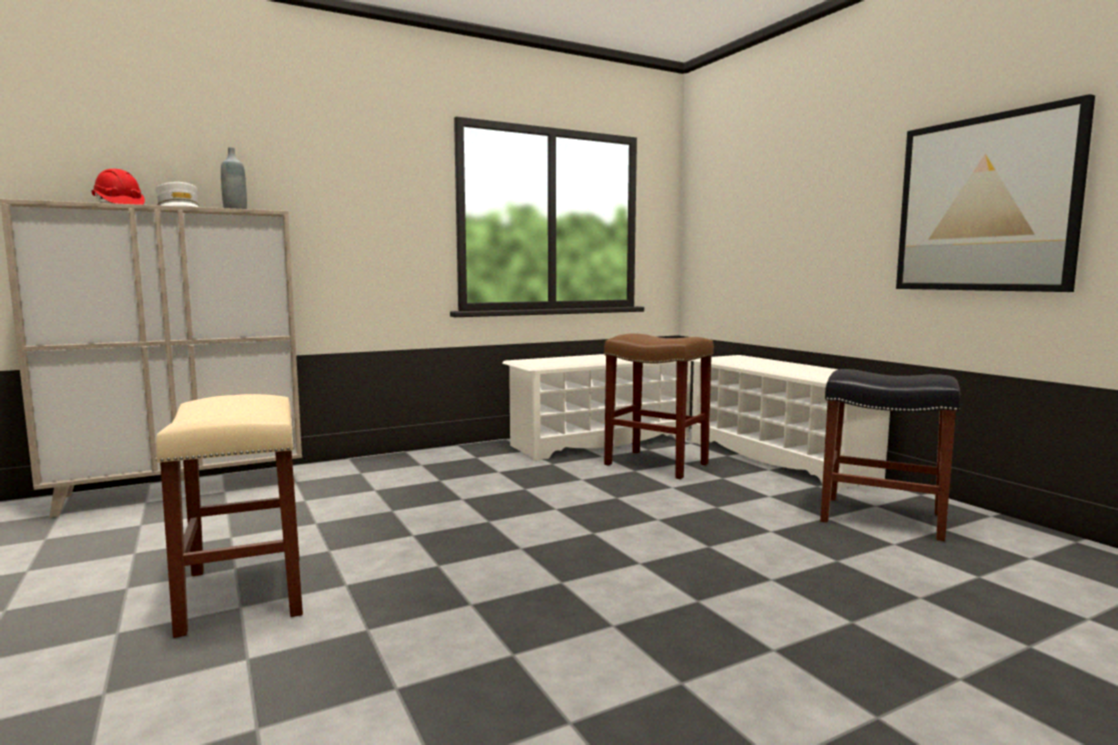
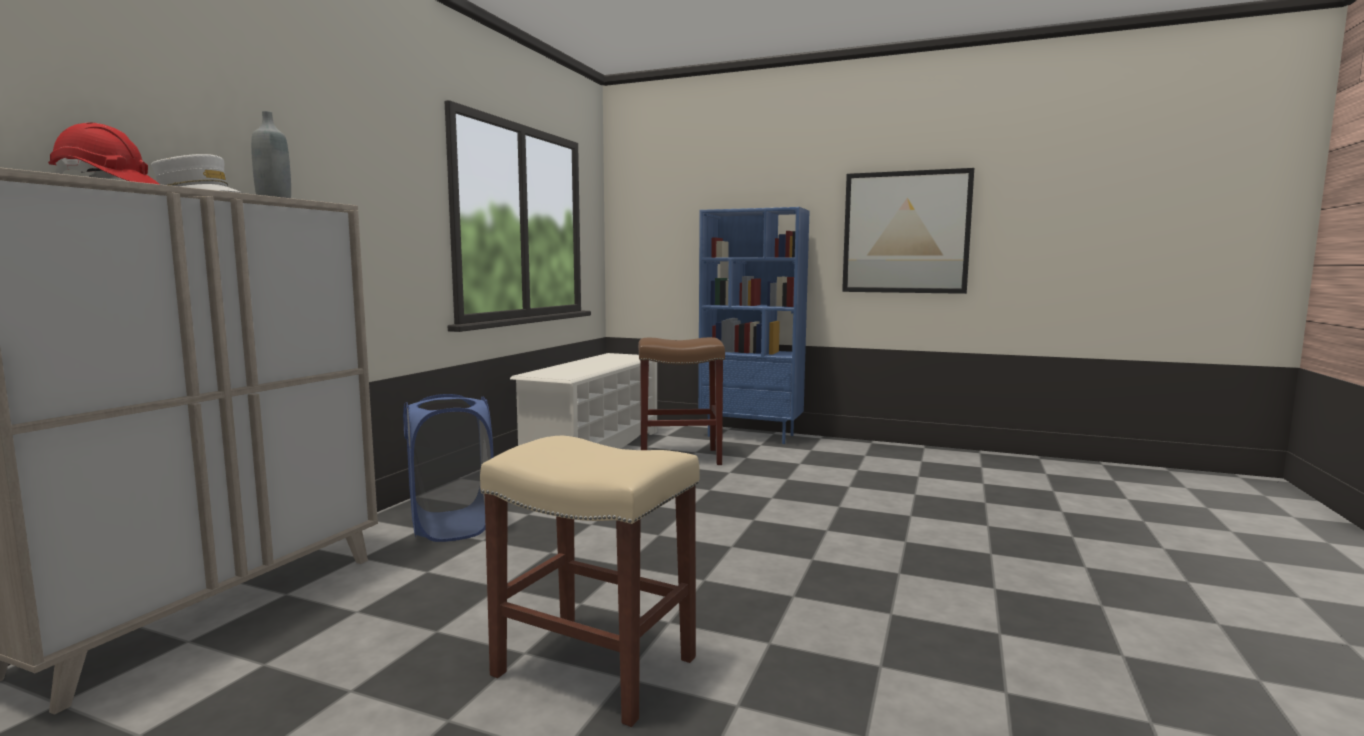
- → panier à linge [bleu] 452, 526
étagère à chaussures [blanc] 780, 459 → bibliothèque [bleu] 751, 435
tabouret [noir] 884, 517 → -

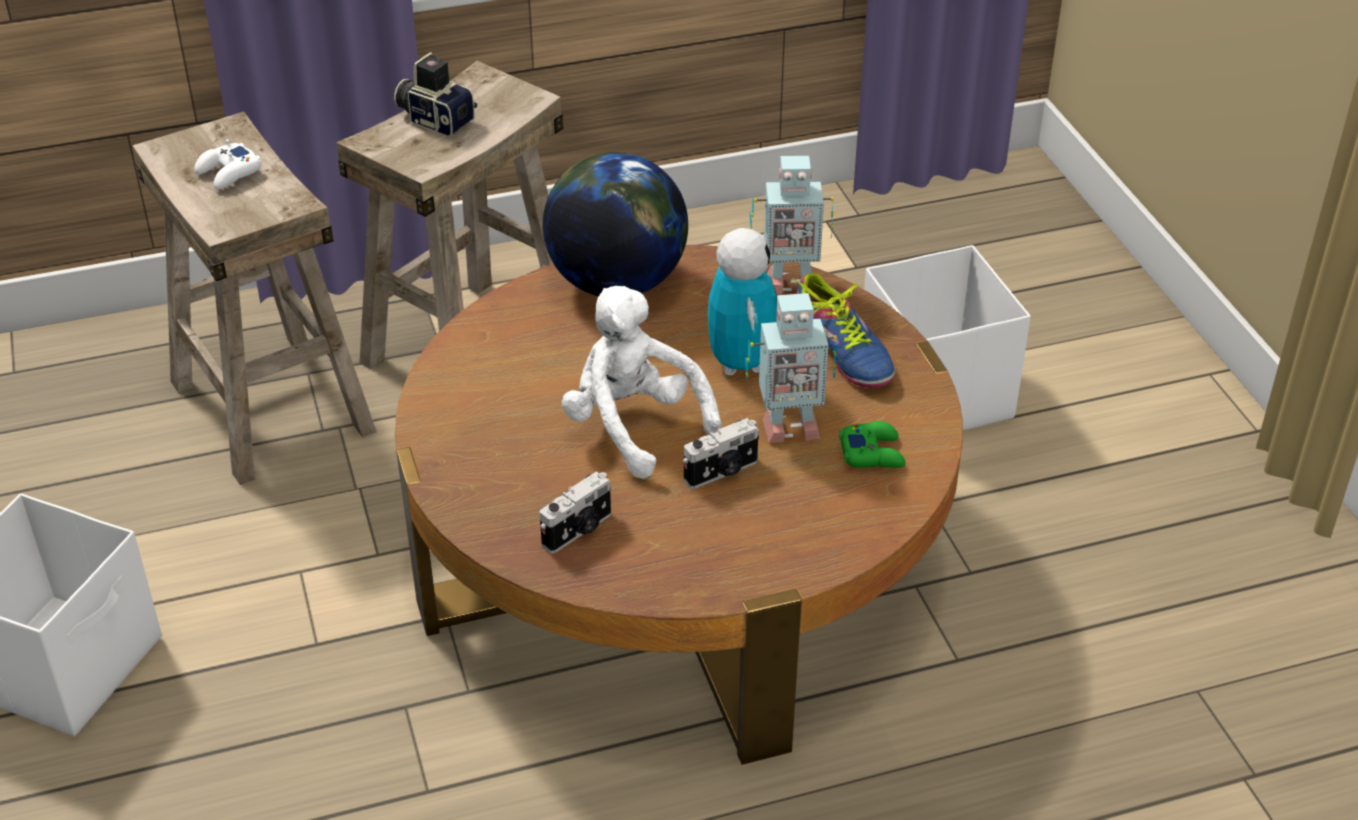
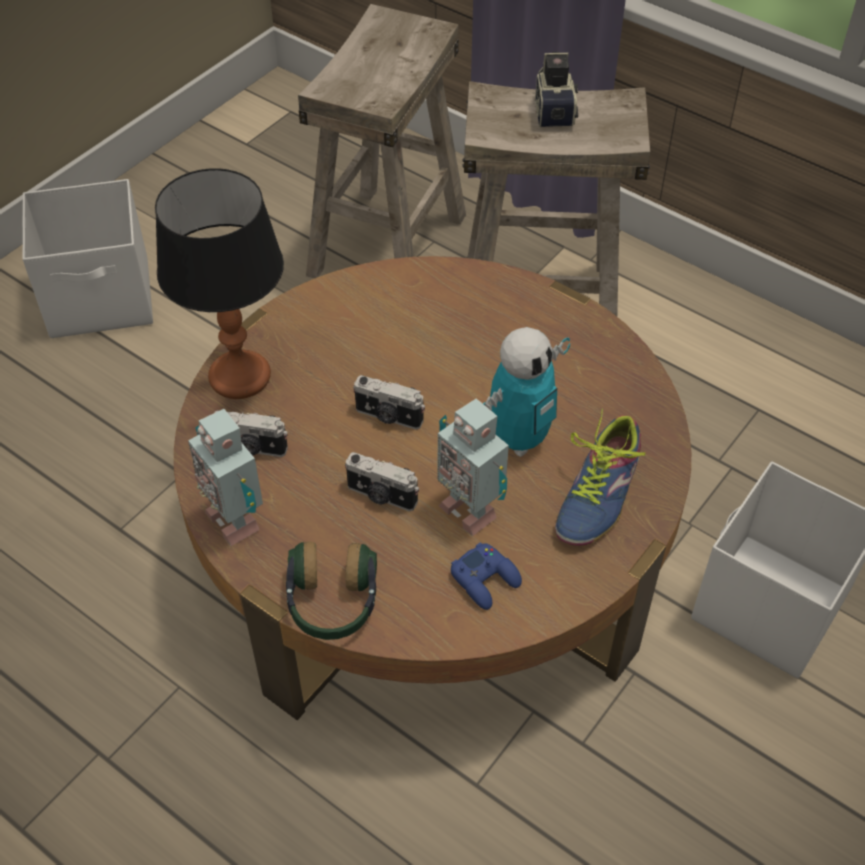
- → lampe de table 240, 377
robot jouet 788, 282 → robot jouet 235, 518, shifted
- → casque audio 332, 603
peluche [blanc] 634, 427 → appareil photo 388, 417
manette [vert] 872, 453 → manette [bleu] 485, 580
manette [blanc] 229, 173 → -
globe 616, 283 → -

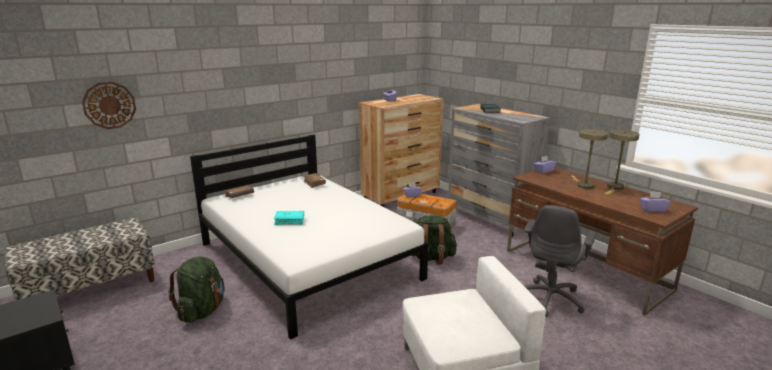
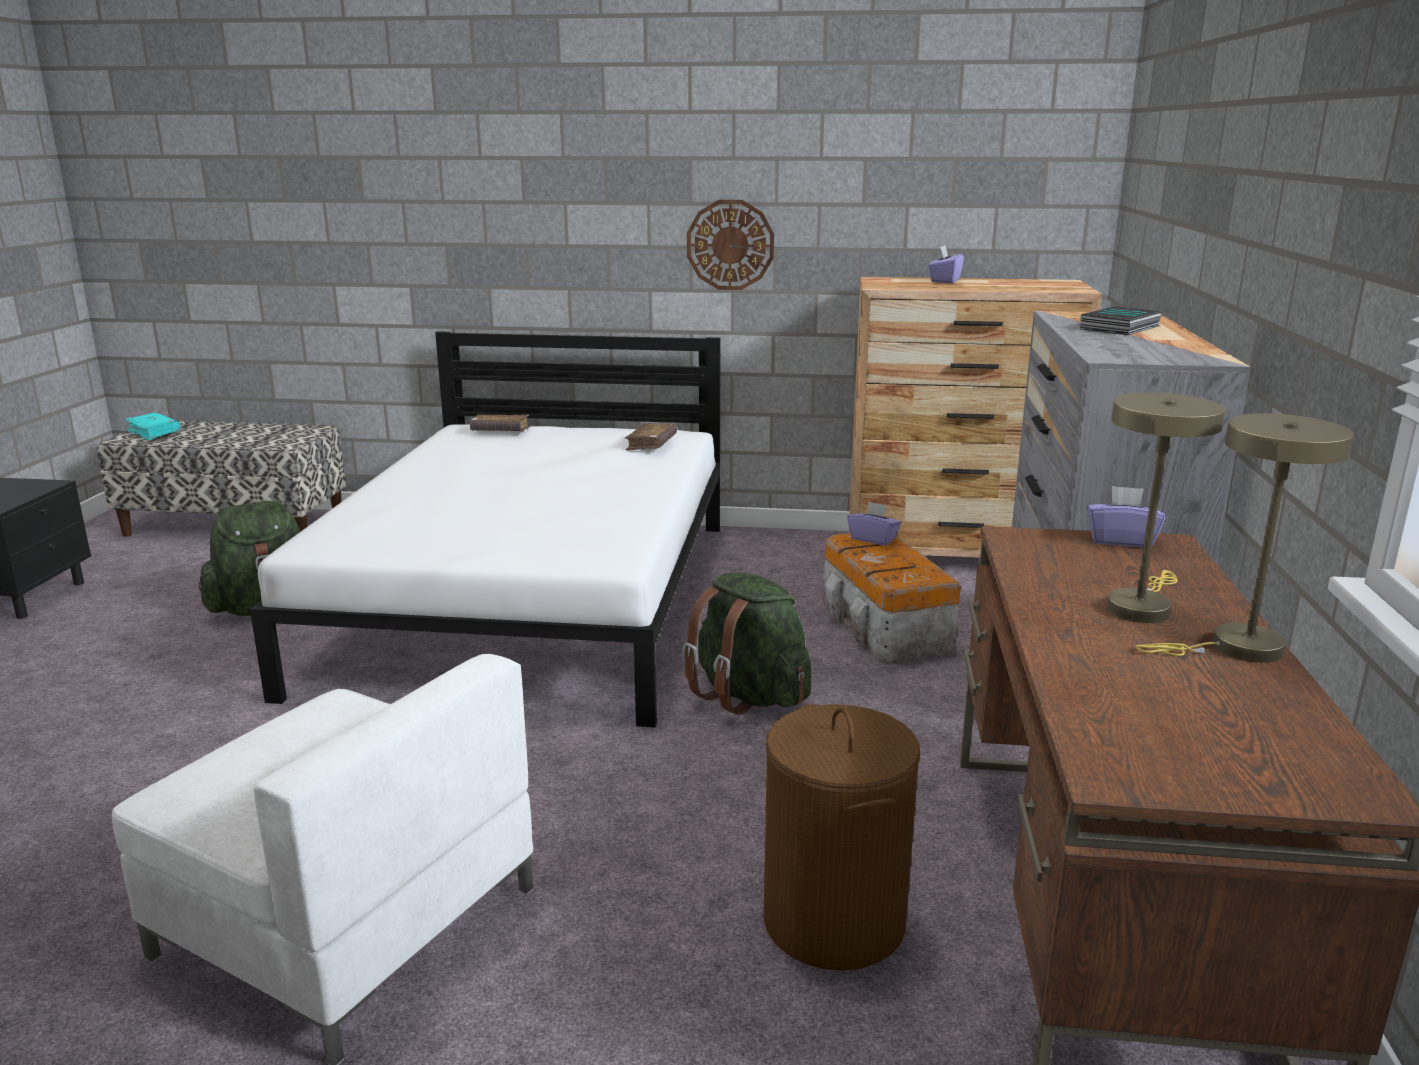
livre [turquoise] 289, 221 → livre [turquoise] 154, 433, shifted
horloge murale 109, 105 → horloge murale 730, 245, shifted
chaise de bureau [gris] 550, 299 → panier à linge [marron] 833, 921
boîte à mouchoirs [violet] 652, 210 → -

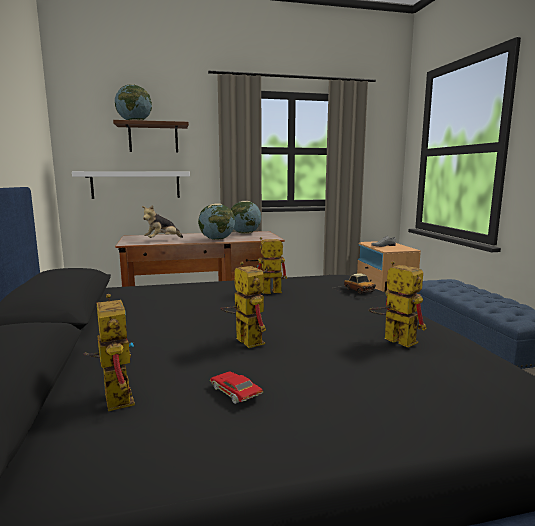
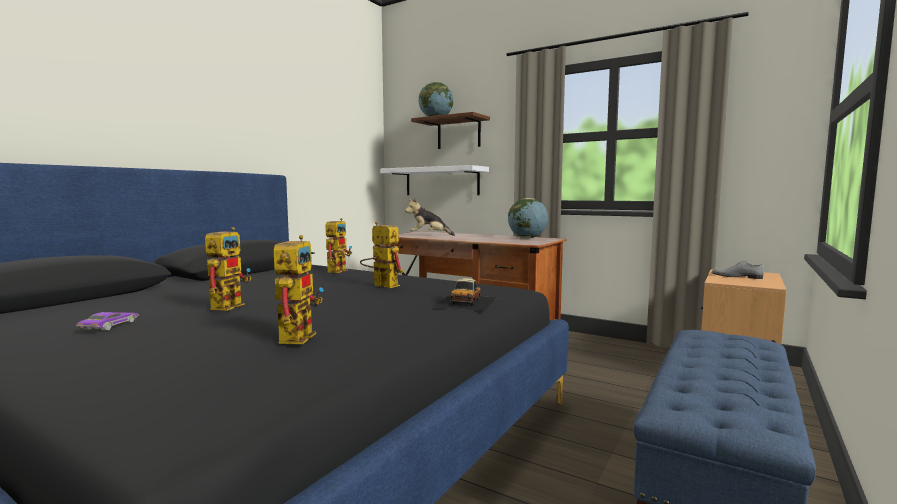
petite voiture [rouge] 235, 392 → petite voiture [violet] 109, 326
robot jouet 113, 396 → robot jouet 338, 270, shifted
globe 217, 239 → -

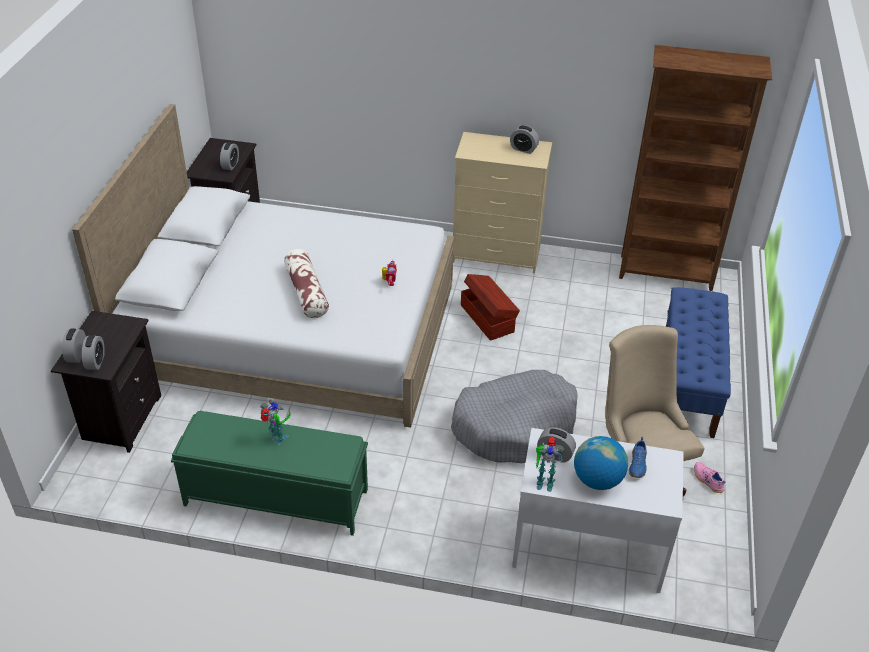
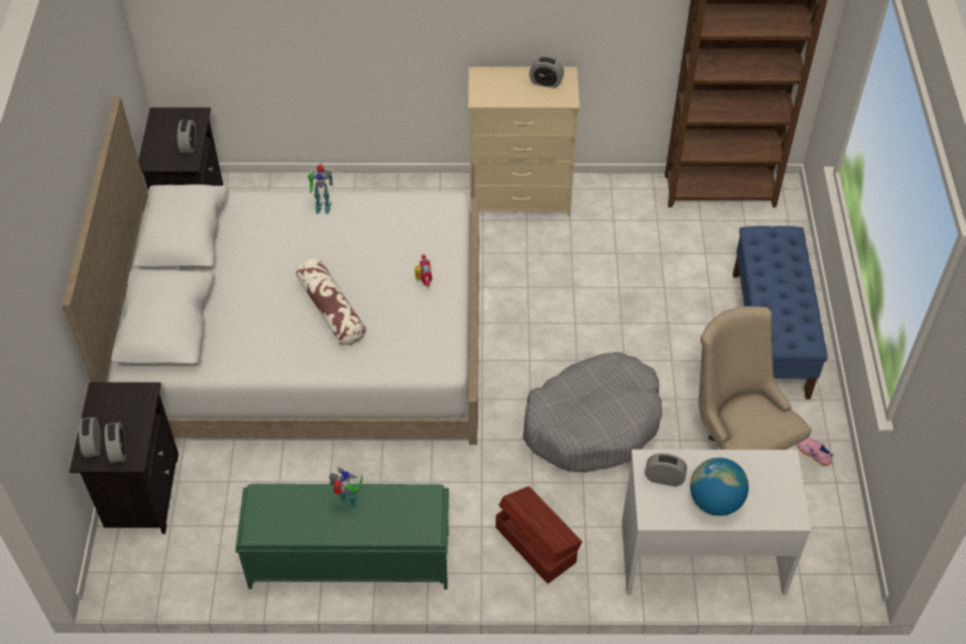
robot jouet 544, 481 → robot jouet 322, 206, shifted
boîte de rangement [marron] 487, 318 → boîte de rangement [marron] 536, 543, shifted
chaussure [bleu] 638, 465 → -

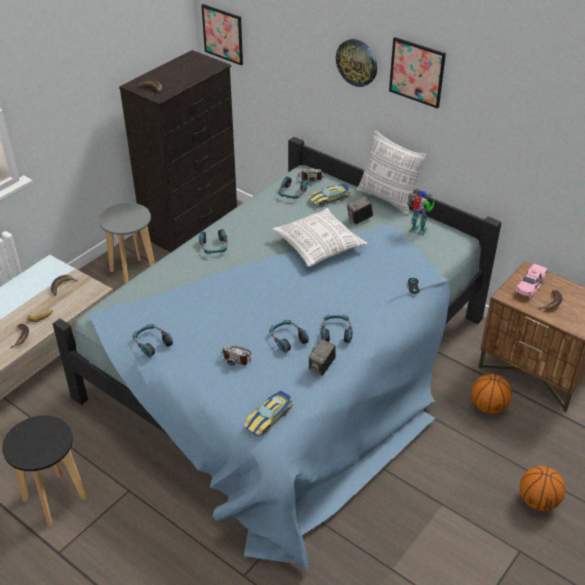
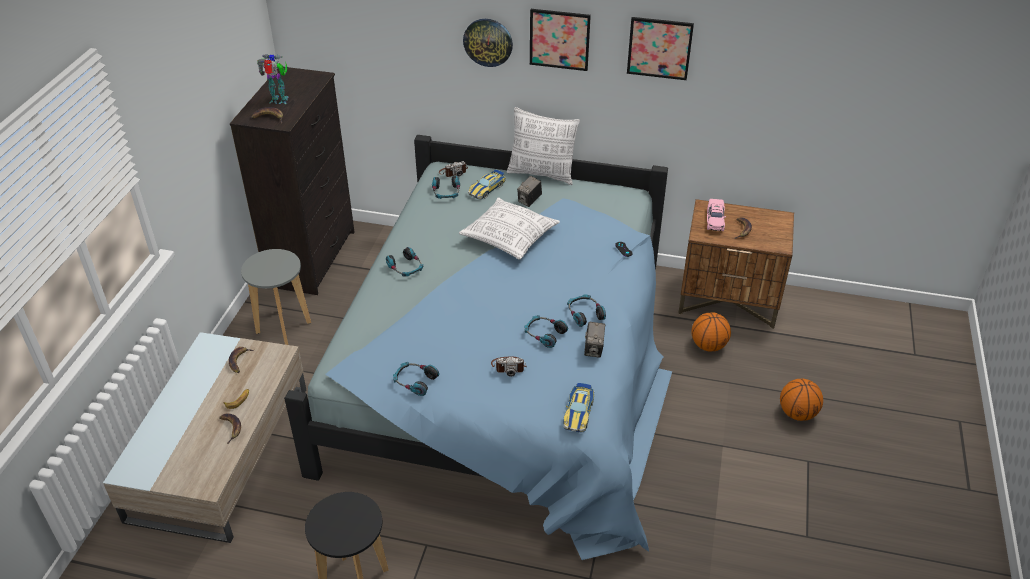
robot jouet 418, 231 → robot jouet 279, 101, shifted
tableau 223, 34 → tableau 659, 48, shifted

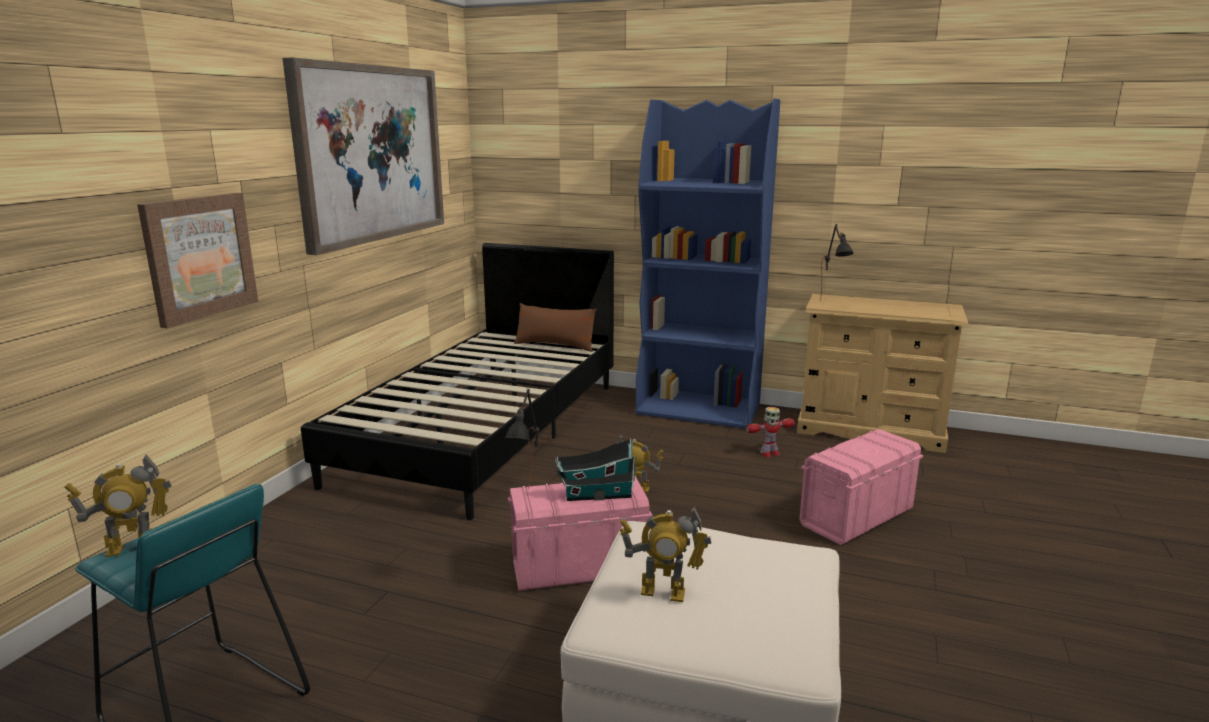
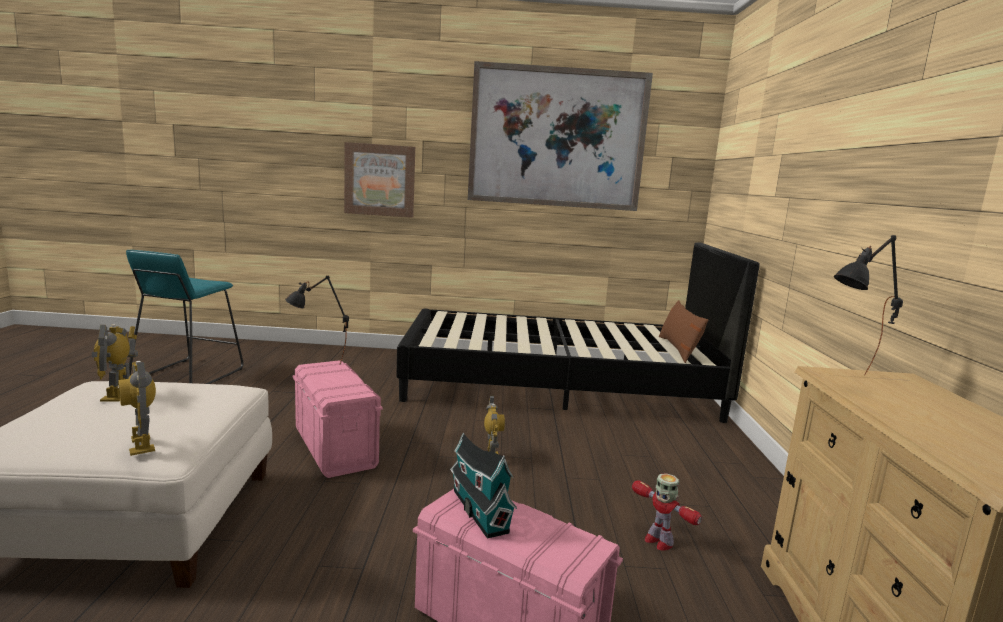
robot jouet 132, 549 → robot jouet 142, 444, shifted
maison miniature 595, 495 → maison miniature 478, 509, shifted
bibliothèque [bleu] 699, 409 → -

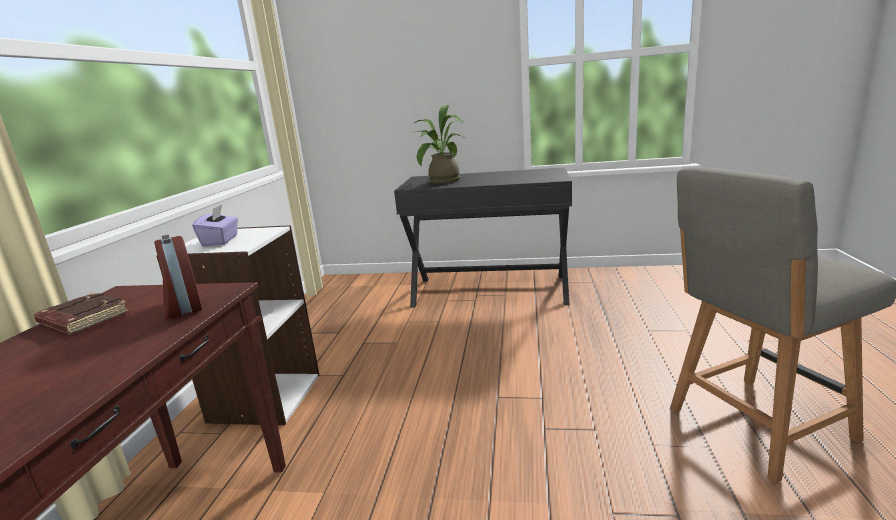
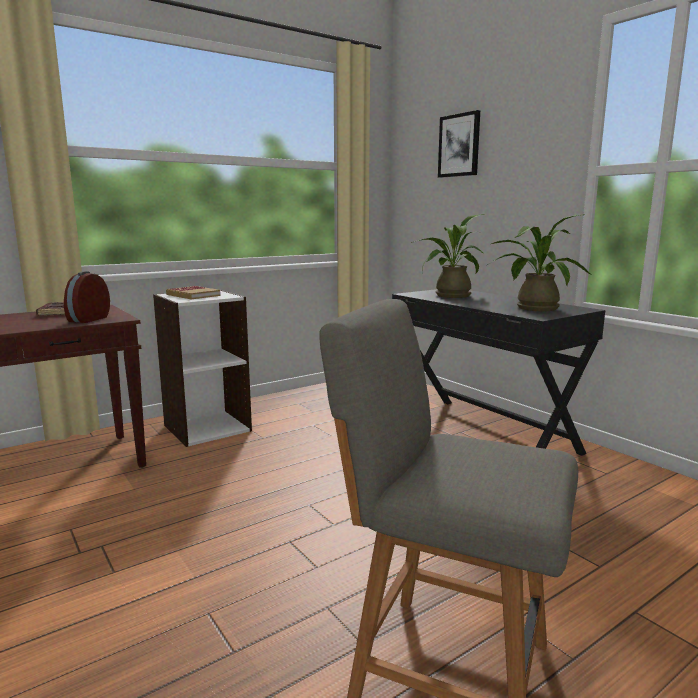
boîte à mouchoirs [violet] 221, 241 → livre 193, 295
- → tableau 459, 145
- → plante en pot 532, 307

